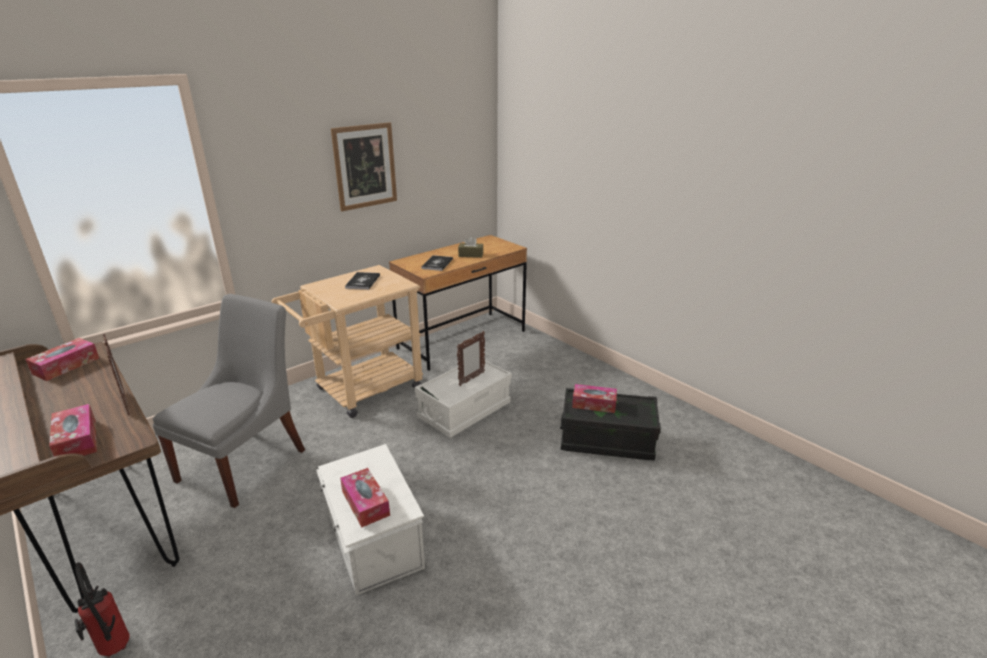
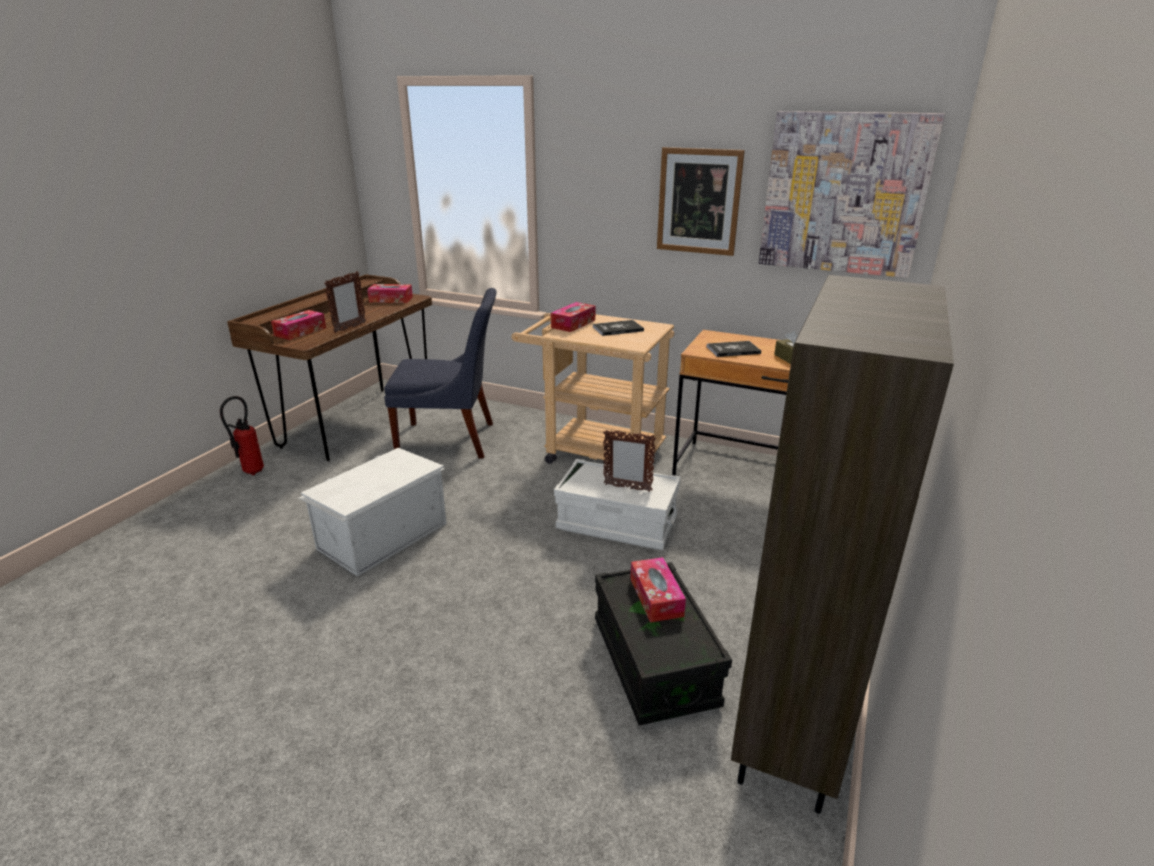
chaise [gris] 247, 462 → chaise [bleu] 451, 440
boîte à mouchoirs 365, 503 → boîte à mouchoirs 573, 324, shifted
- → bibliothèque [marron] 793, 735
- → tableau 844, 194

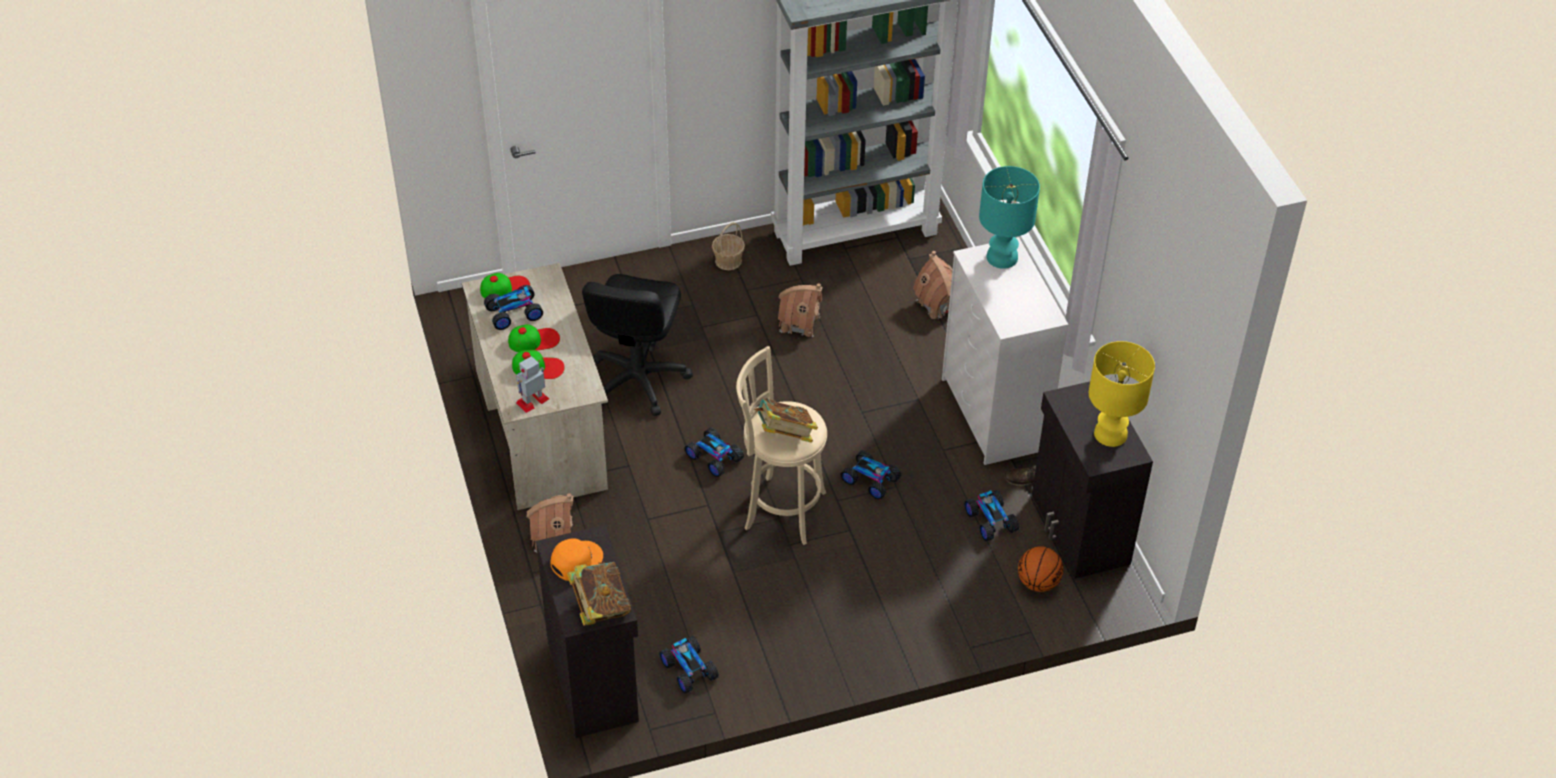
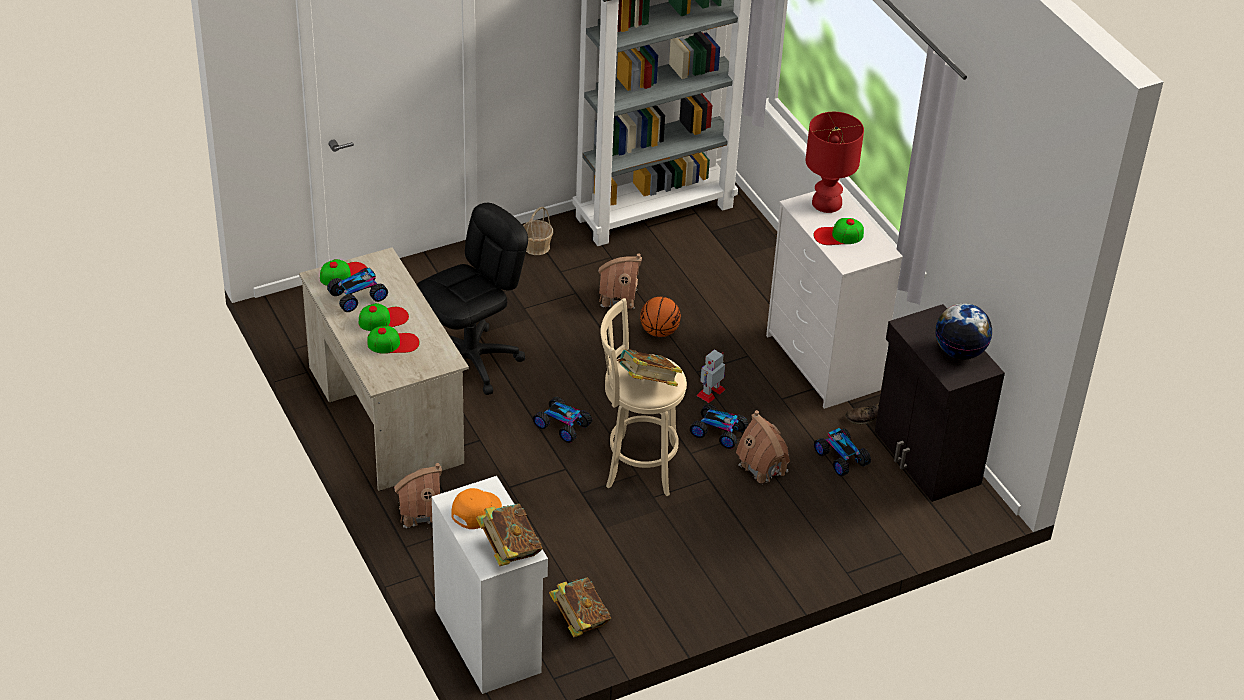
chaise de bureau [noir] 637, 379 → chaise de bureau [noir] 471, 361, 135 degrees counterclockwise
meuble de rangement [noir] 594, 680 → meuble de rangement [blanc] 489, 639
petite voiture 688, 670 → livre 579, 620
ballon de basket 1038, 583 → ballon de basket 659, 331, shifted
robot jouet 532, 400 → robot jouet 711, 392, shifted
maison miniature 938, 305 → maison miniature 763, 467, shifted
lampe de table [turquoise] 1002, 258 → lampe de table [rouge] 827, 203
- → casquette 838, 235
lampe de table [jaune] 1110, 433 → globe 960, 351

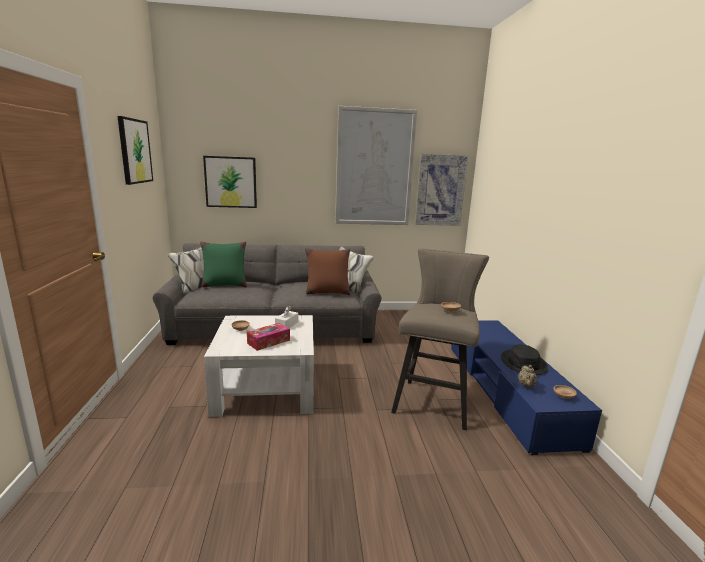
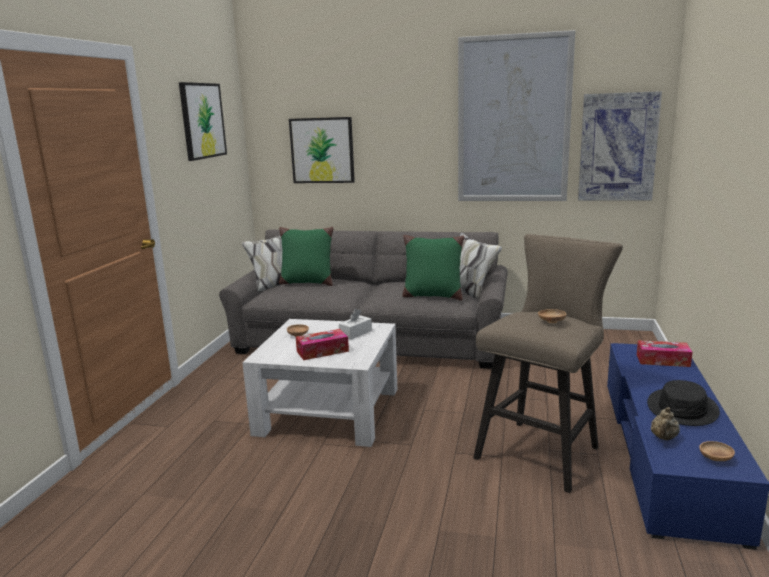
coussin [marron] 327, 292 → coussin [vert] 432, 296
- → boîte à mouchoirs 662, 360

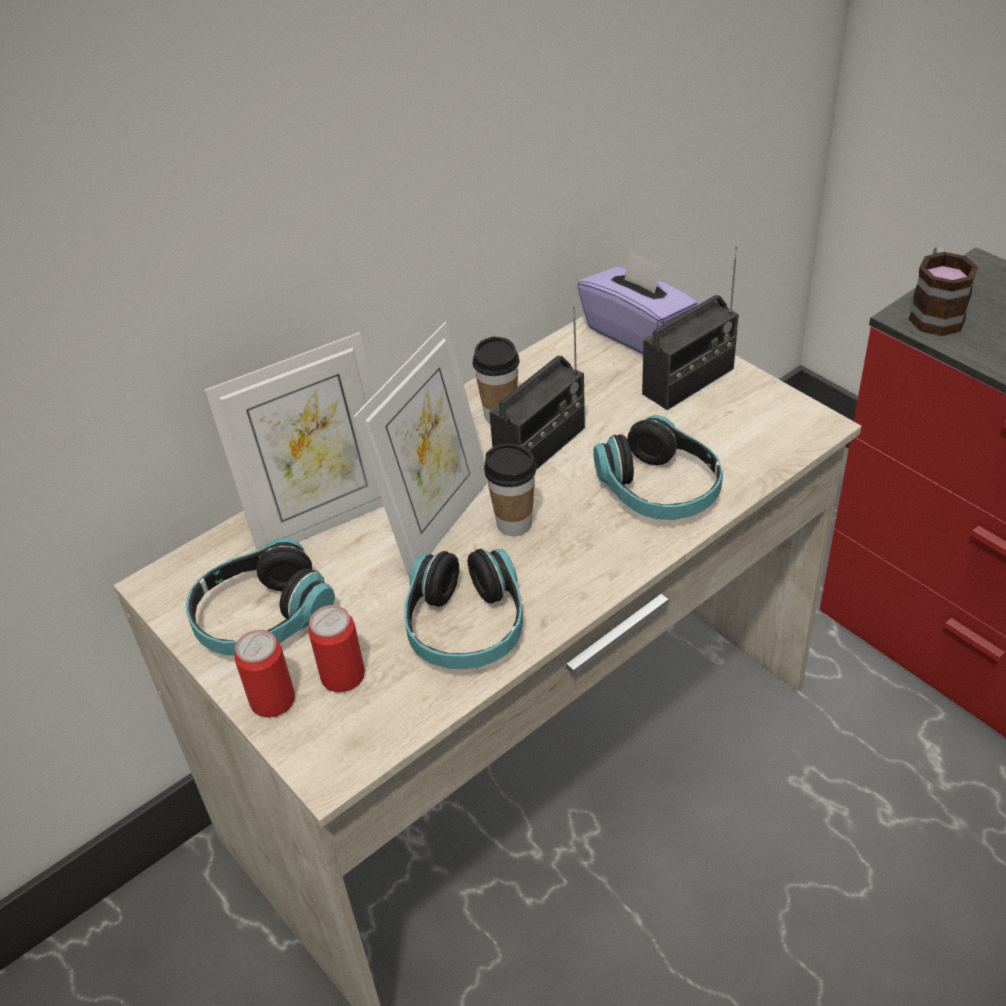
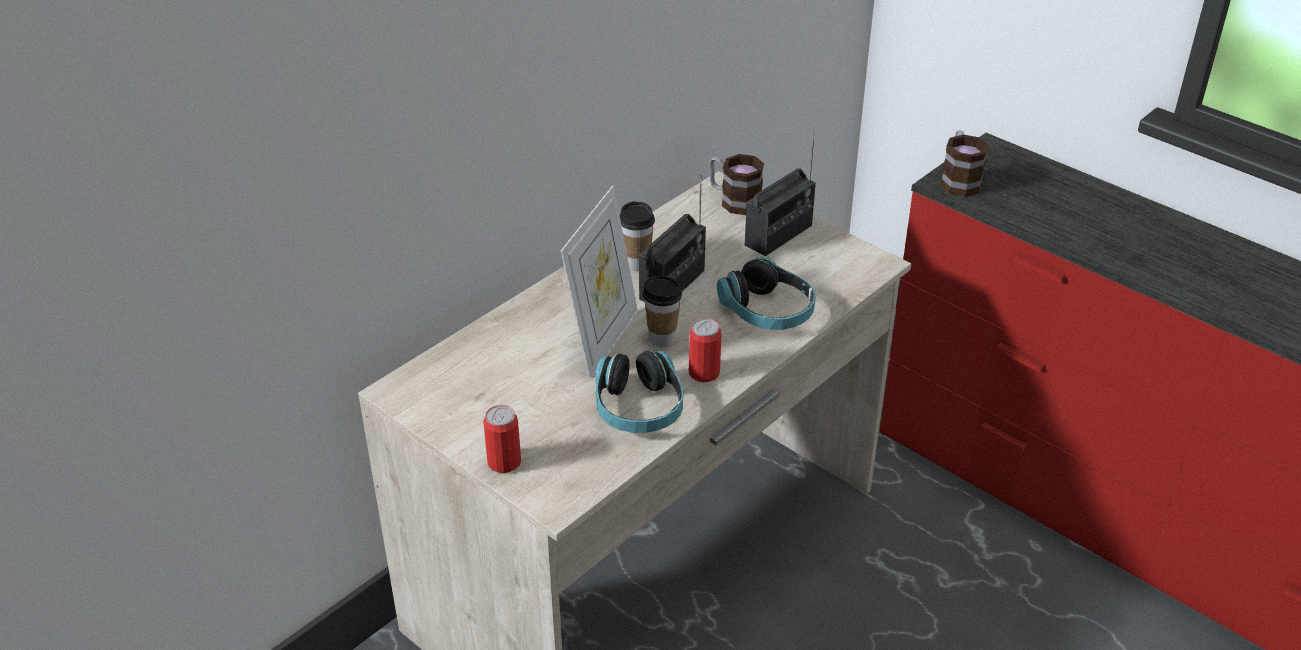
boîte métallique 342, 676 → boîte métallique 704, 373, shifted
boîte à mouchoirs [violet] 637, 332 → mug 734, 200
casque audio 262, 617 → -
cadre photo 324, 519 → -

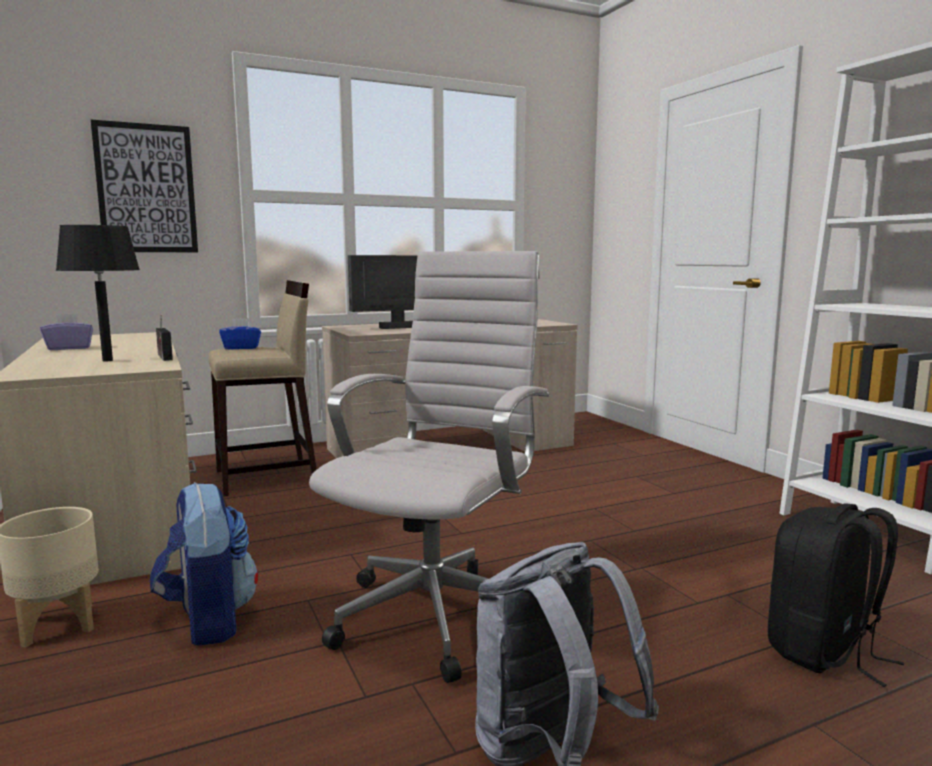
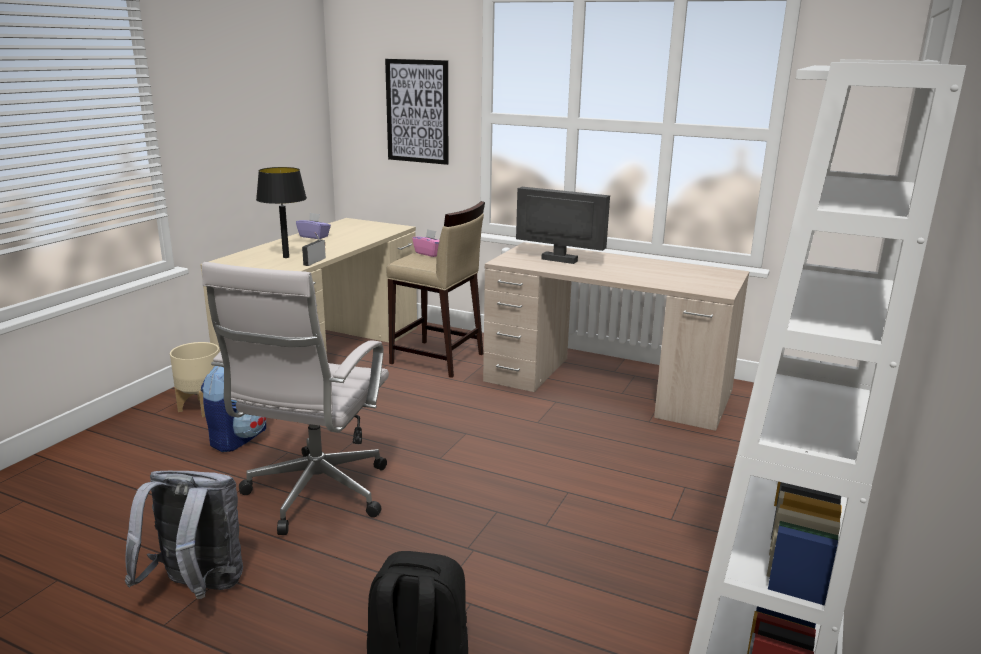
chaise de bureau [blanc] 438, 612 → chaise de bureau [blanc] 314, 496, 120 degrees clockwise
boîte à mouchoirs [bleu] 241, 348 → boîte à mouchoirs [rose] 429, 253

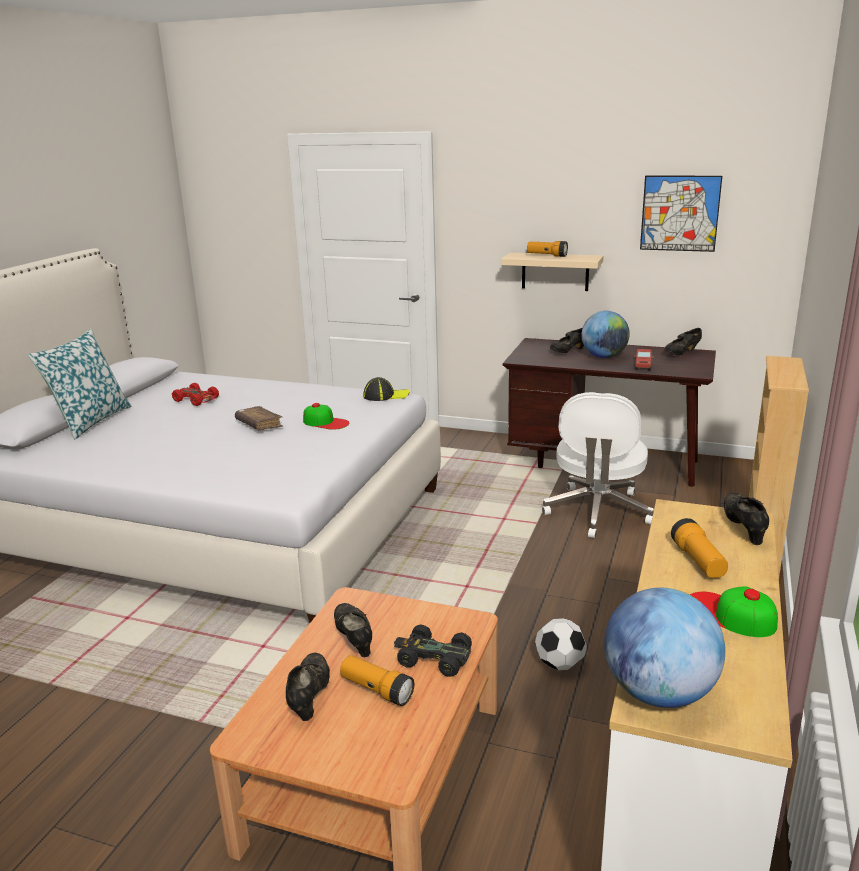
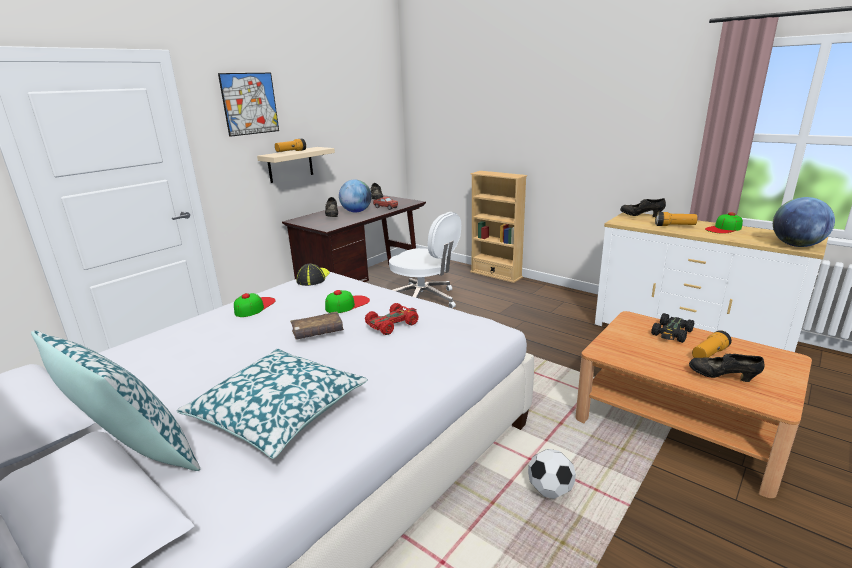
- → coussin 278, 412
tableau 680, 213 → tableau 250, 103, shifted
- → casquette 254, 306
petite voiture [rouge] 197, 400 → petite voiture [rouge] 392, 324, shifted
ballon de foot 560, 664 → ballon de foot 550, 490, shifted
chaussure [noir] 354, 639 → -

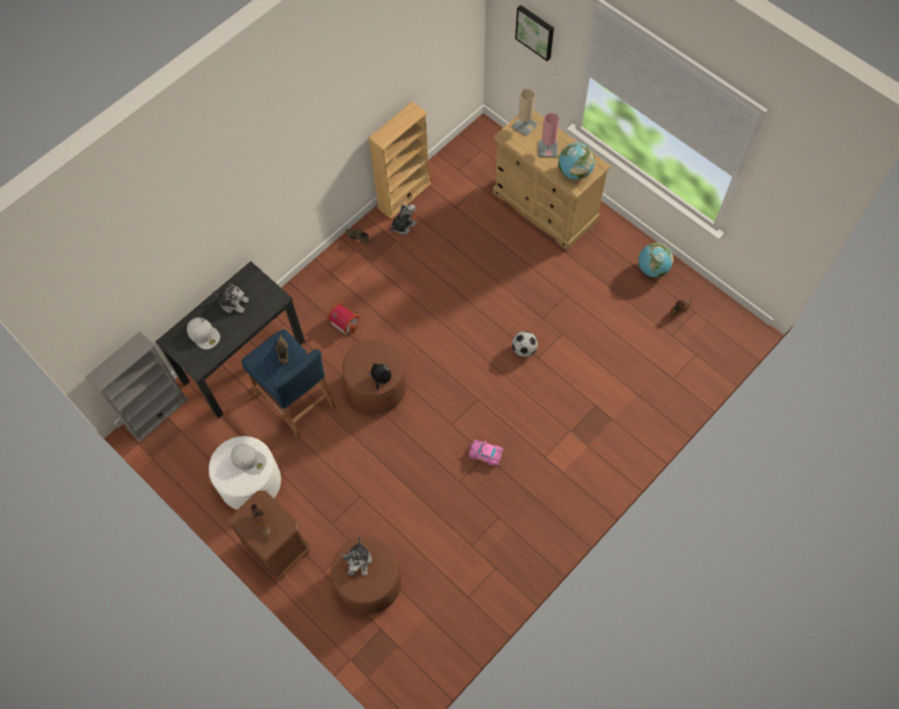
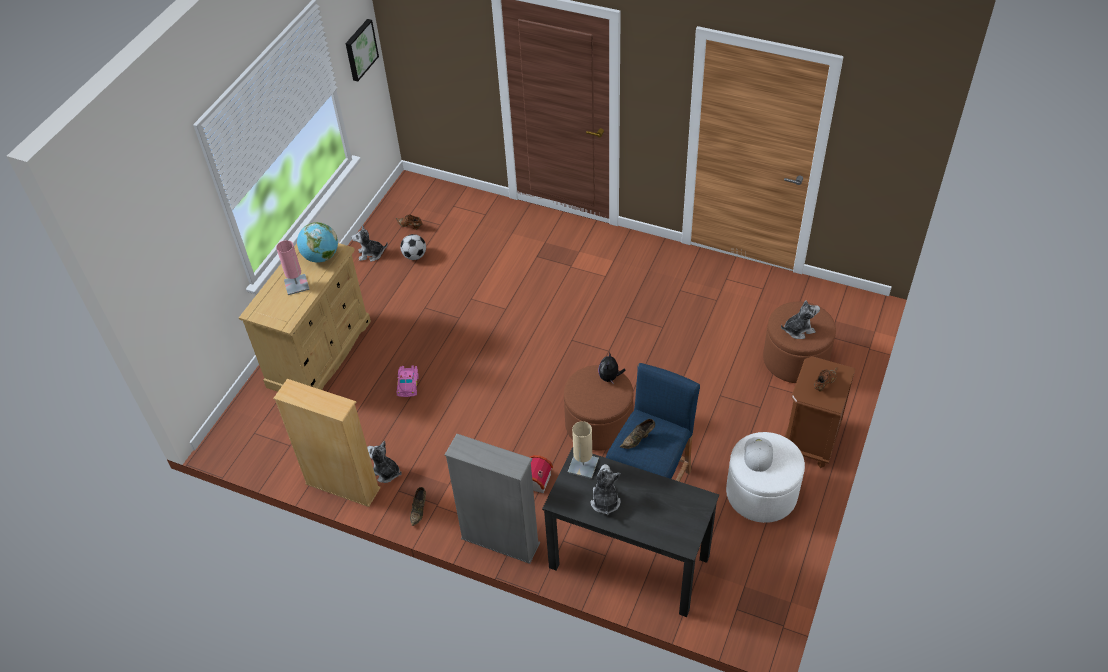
tableau 535, 31 → tableau 360, 49, shifted
globe 652, 269 → peluche 371, 254
petite voiture [rose] 486, 454 → petite voiture [rose] 408, 384, shifted
ballon de foot 524, 349 → ballon de foot 415, 256, shifted
bibliothèque [gris] 157, 413 → bibliothèque [gris] 500, 541, shifted
lampe de table [beige] 524, 125 → lampe de table [beige] 583, 465, shifted
casquette [blanc] 204, 334 → -

